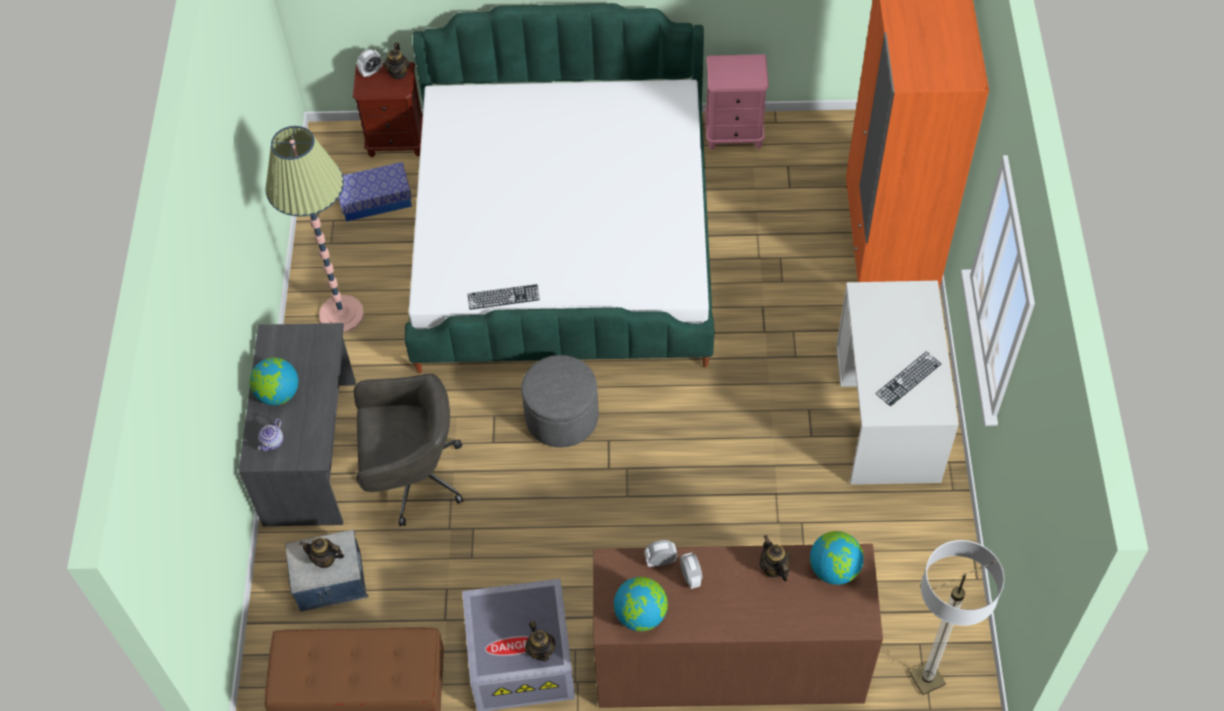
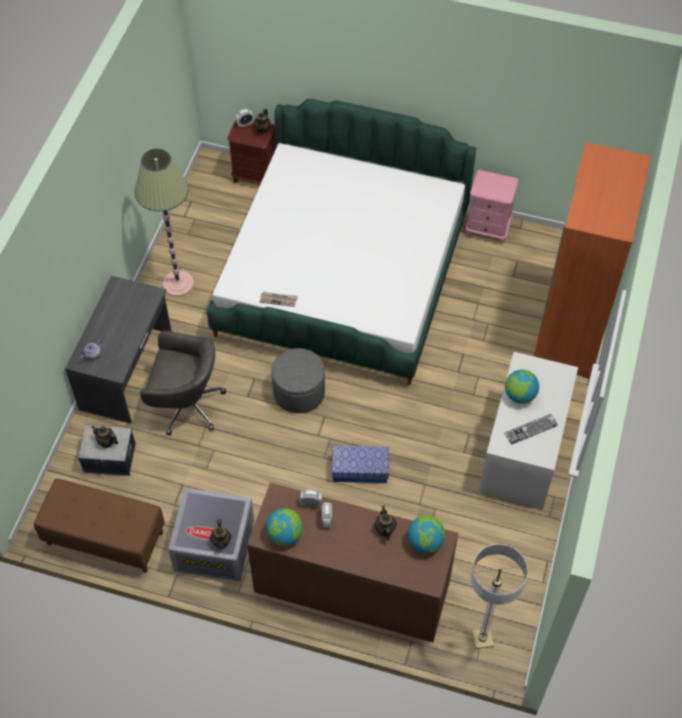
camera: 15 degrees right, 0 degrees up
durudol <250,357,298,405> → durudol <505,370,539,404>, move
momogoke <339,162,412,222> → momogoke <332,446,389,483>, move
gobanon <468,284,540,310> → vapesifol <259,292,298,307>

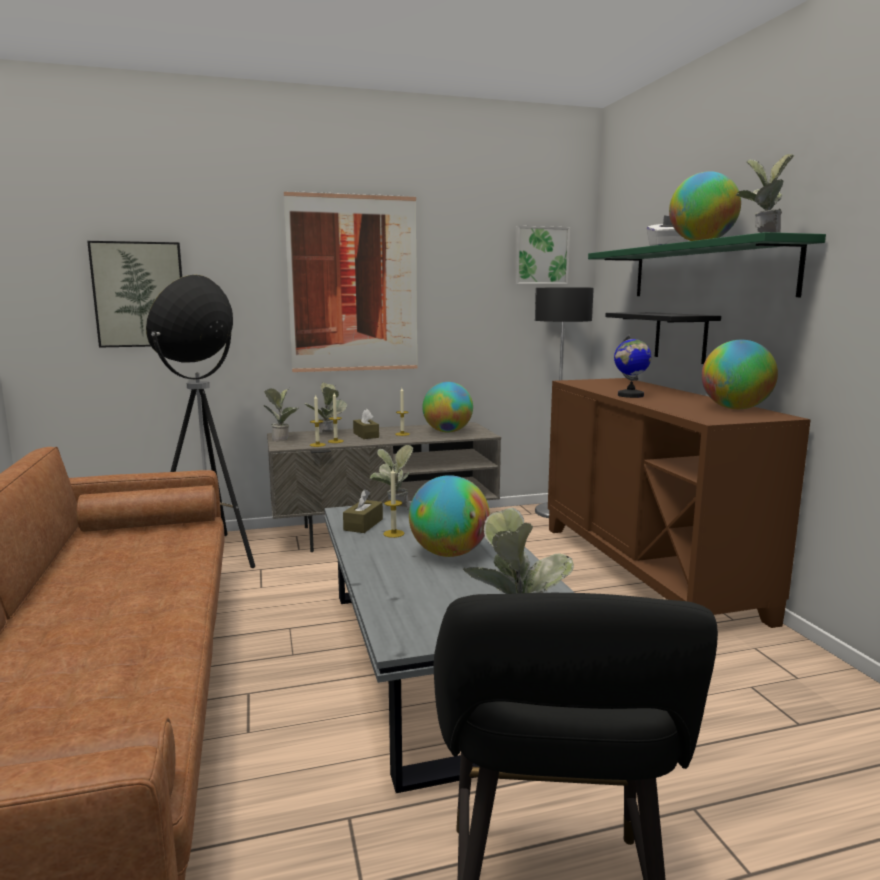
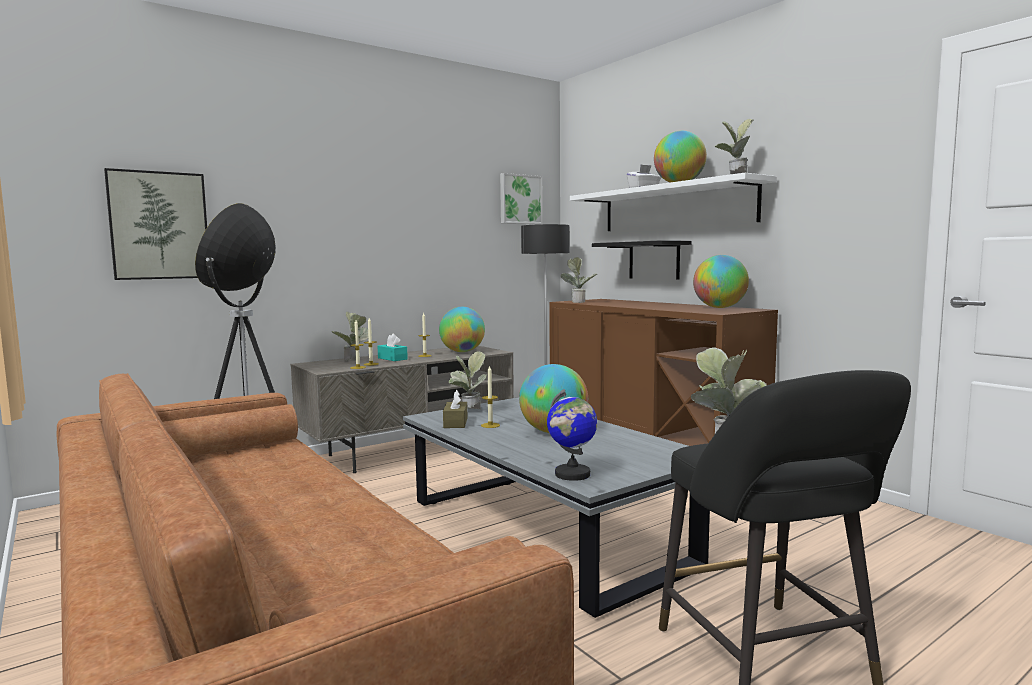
camera: 20 degrees left, 5 degrees down
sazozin <284,191,418,372> → -
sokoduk <264,388,298,442> → sokoduk <560,257,597,303>, move
durudol <614,334,651,398> → durudol <547,389,597,481>, move
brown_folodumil <353,409,379,439> → turquoise_folodumil <377,334,408,361>
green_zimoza <588,232,826,297> → white_zimoza <570,173,777,231>

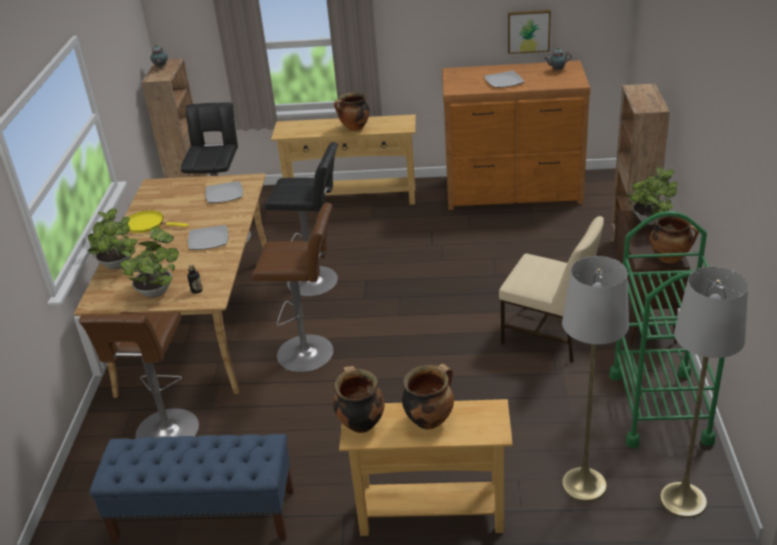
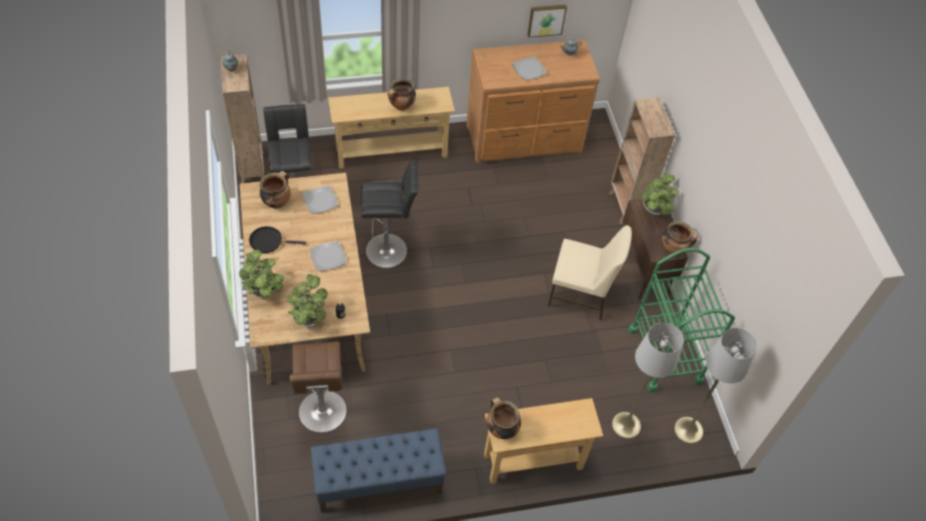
camera: 20 degrees left, 20 degrees up
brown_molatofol <251,203,333,372> → -
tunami <402,364,454,430> → tunami <260,171,290,209>, move
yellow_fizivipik <128,210,188,233> → black_fizivipik <249,226,306,253>

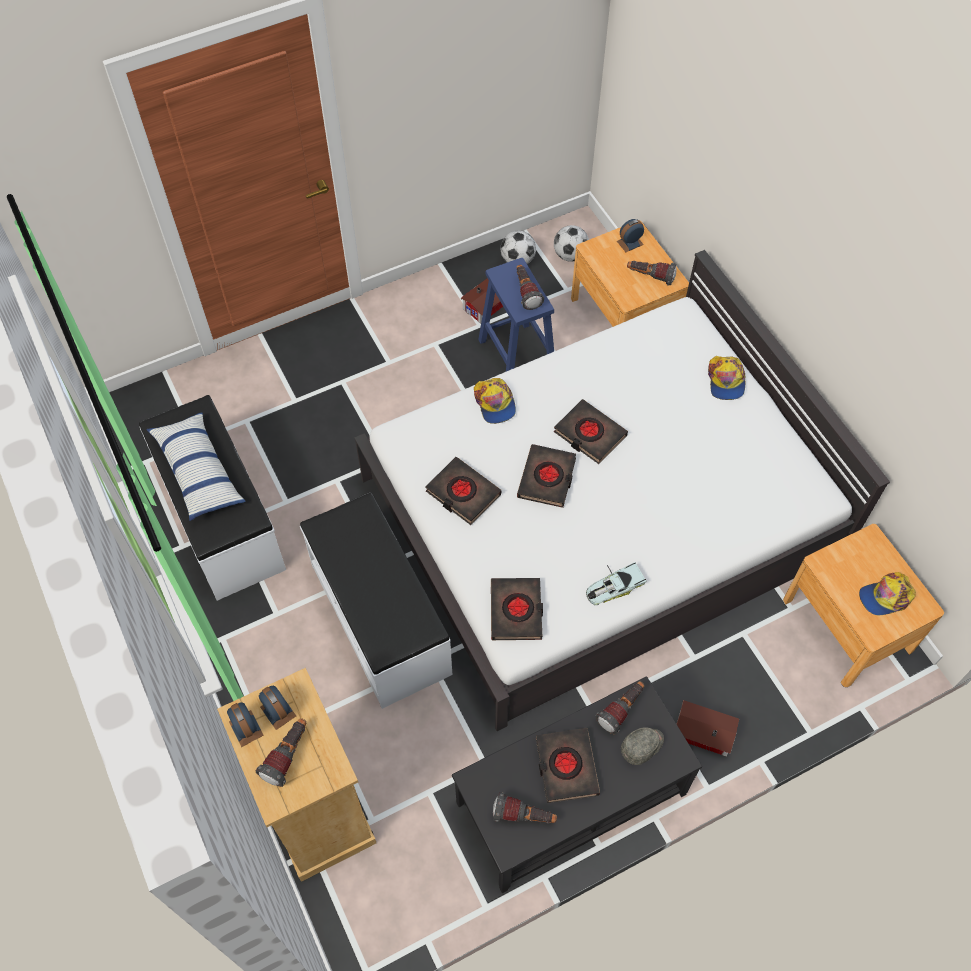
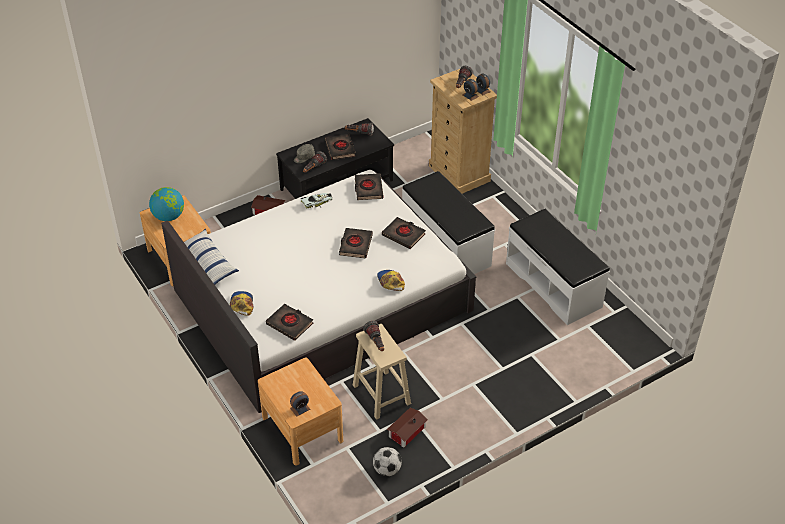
camera: 175 degrees right, 15 degrees down
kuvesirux <554,225,589,262> → -
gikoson <627,261,677,286> → -
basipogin <146,412,246,521> → basipogin <184,229,239,285>, move
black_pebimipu <554,399,628,464> → black_pebimipu <266,304,313,341>, move
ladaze <859,572,916,615> → durudol <149,187,184,221>
blue_molatofol <478,258,554,371> → beige_molatofol <353,324,411,420>

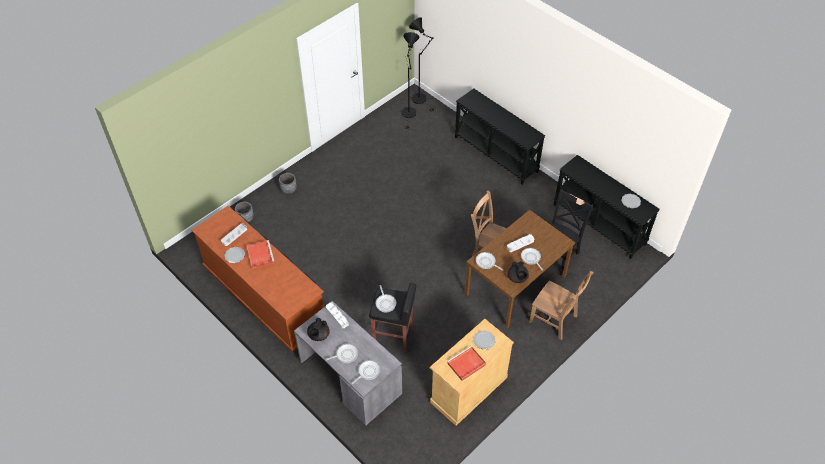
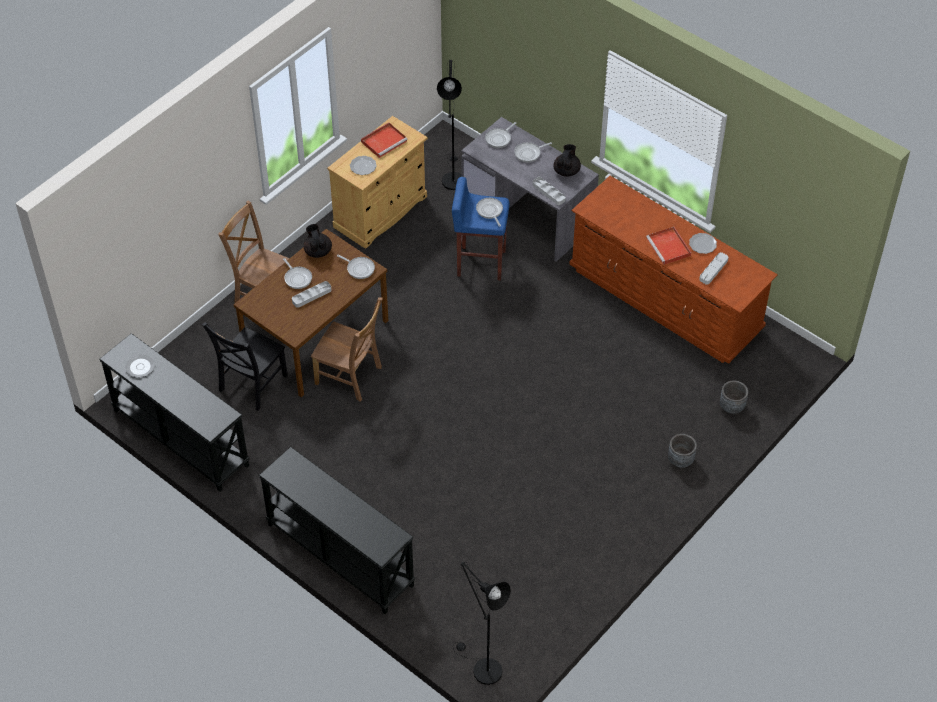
camera: 175 degrees right, 0 degrees up
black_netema <401,32,419,129> → black_netema <437,60,462,190>, move
black_molatofol <369,283,416,352> → blue_molatofol <452,177,510,281>

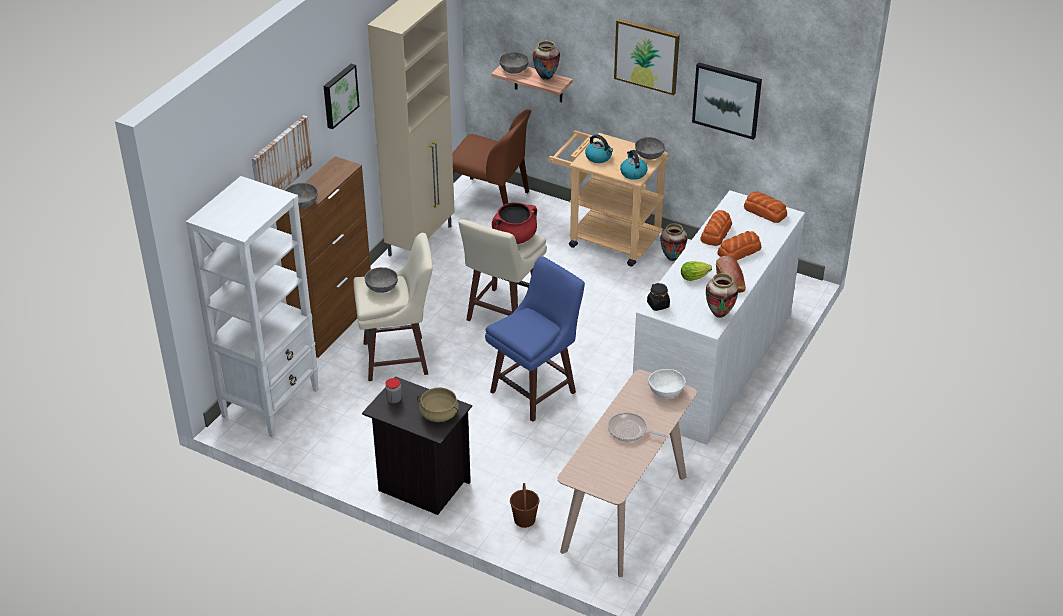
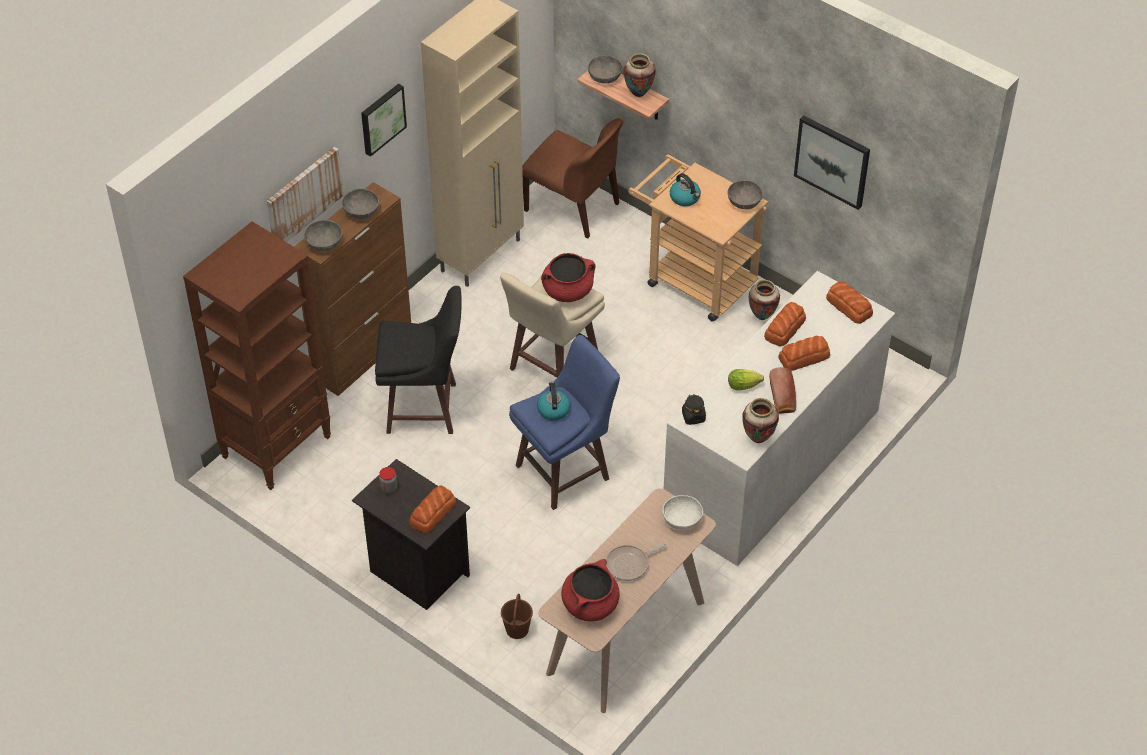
camera: 10 degrees right, 10 degrees up
sazozin <614,19,680,95> → -
- → red_tunami <561,559,620,622>
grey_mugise <365,267,398,293> → grey_mugise <342,188,379,219>, move
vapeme <620,150,648,180> → vapeme <537,381,570,420>, move
beige_tunami <417,388,458,422> → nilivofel <409,485,456,533>
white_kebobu <186,176,319,438> → brown_kebobu <183,221,331,490>
beige_molatofol <353,233,433,381> → black_molatofol <375,286,461,434>
fizivipik <608,412,667,442> → fizivipik <606,543,667,581>, 60 degrees counterclockwise

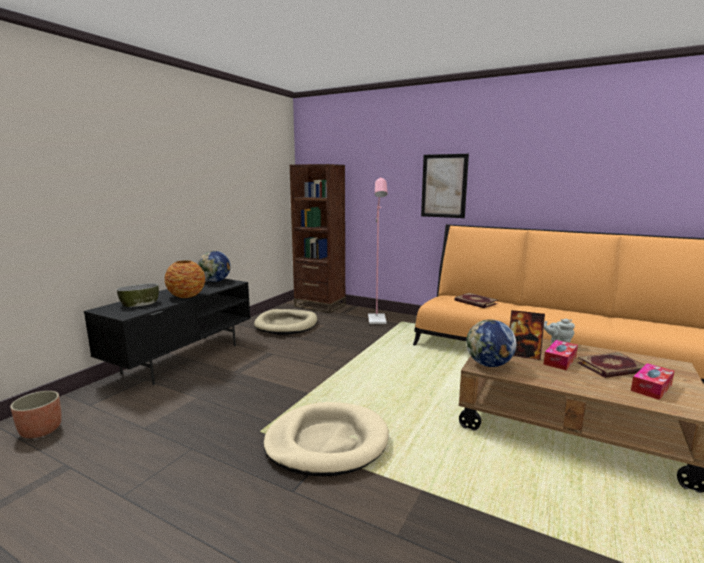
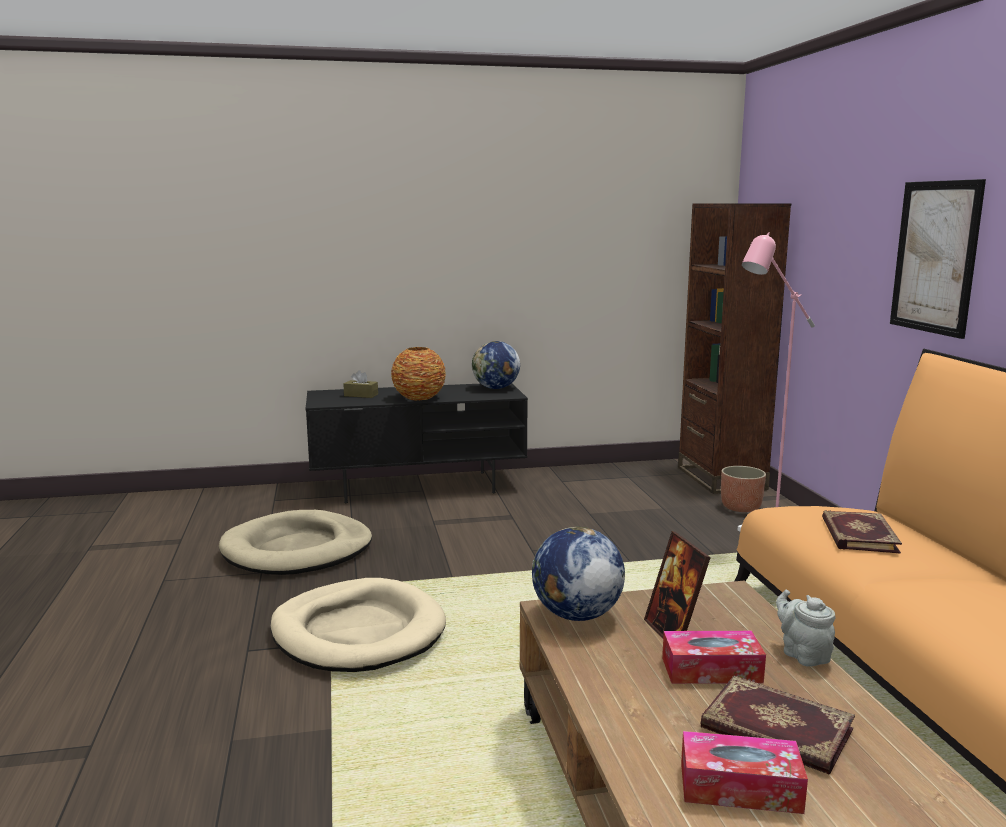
camera: 50 degrees right, 0 degrees up
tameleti <10,391,62,438> → tameleti <721,466,766,512>, move
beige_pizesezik <254,309,318,335> → beige_pizesezik <219,510,372,575>, move
mugise <117,283,159,307> → brown_folodumil <344,370,378,398>

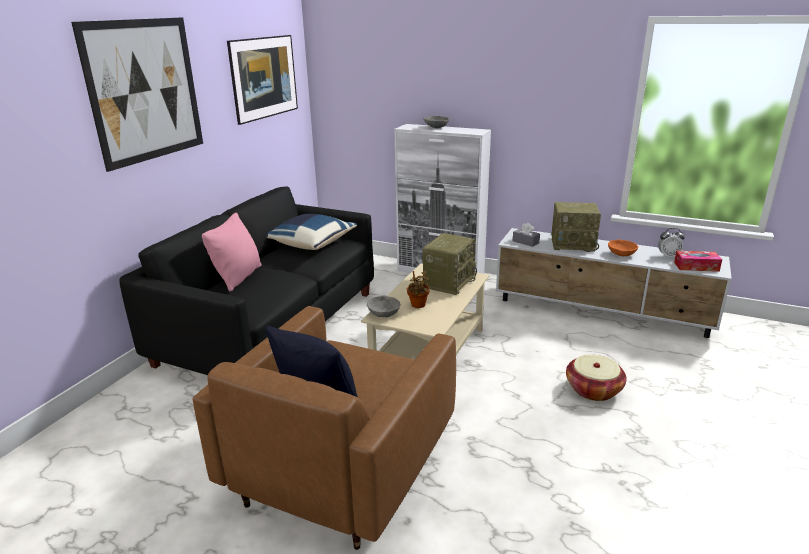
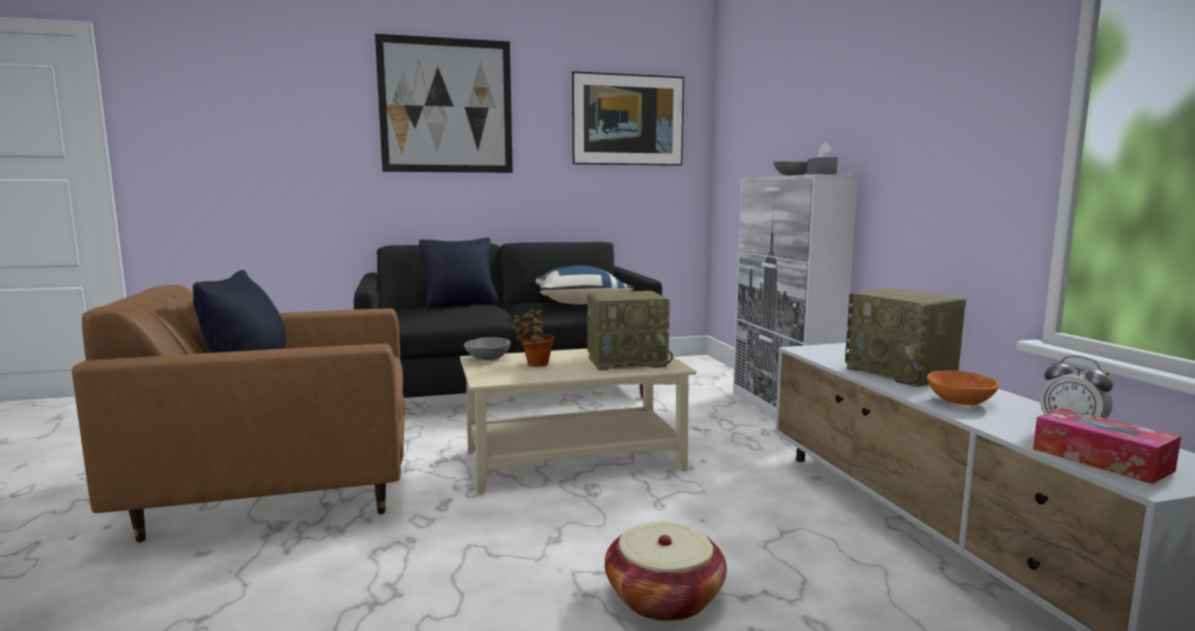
camera: 50 degrees right, 15 degrees down
grey_folodumil <513,223,540,247> → grey_folodumil <807,142,838,175>, move
pink_basipogin <202,213,262,291> → black_basipogin <419,237,498,309>

